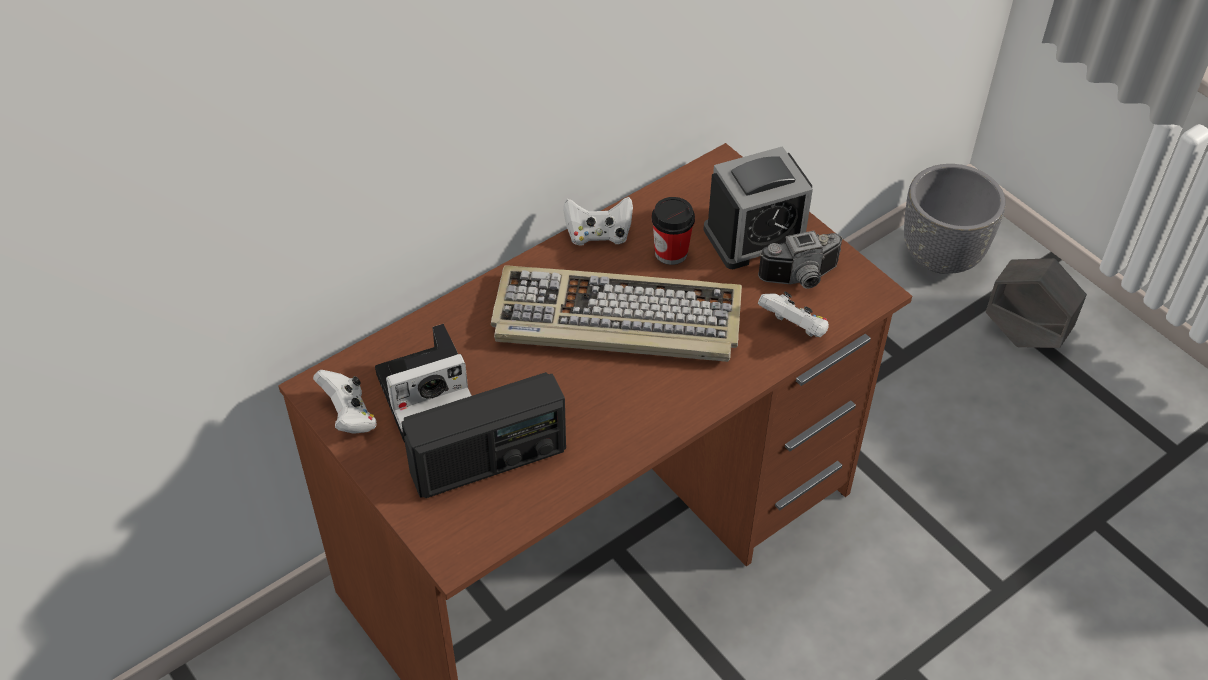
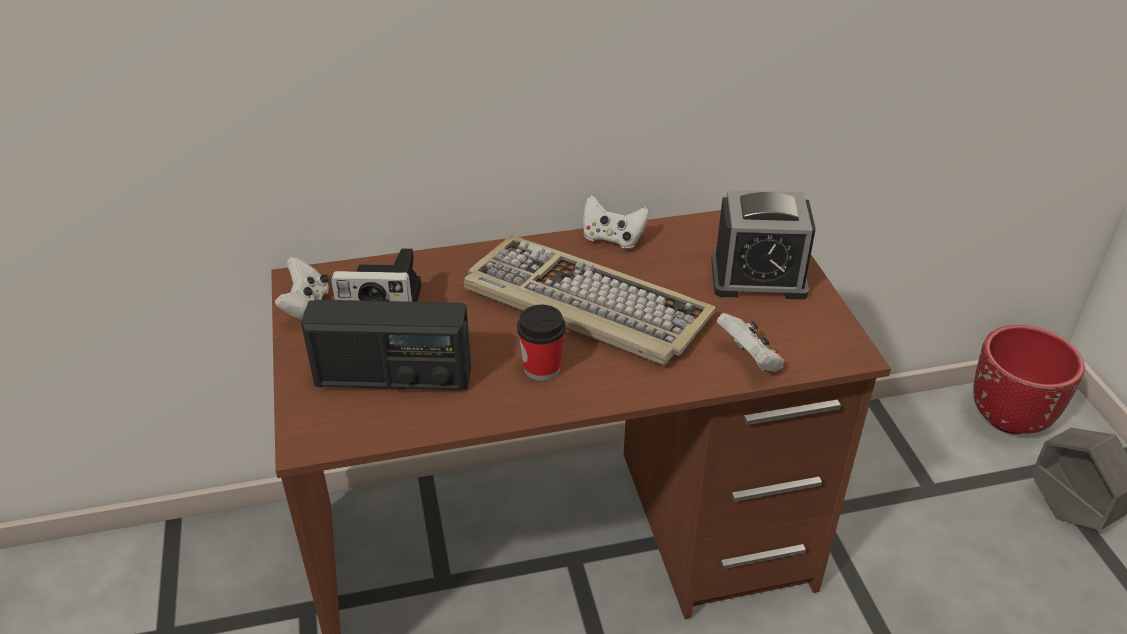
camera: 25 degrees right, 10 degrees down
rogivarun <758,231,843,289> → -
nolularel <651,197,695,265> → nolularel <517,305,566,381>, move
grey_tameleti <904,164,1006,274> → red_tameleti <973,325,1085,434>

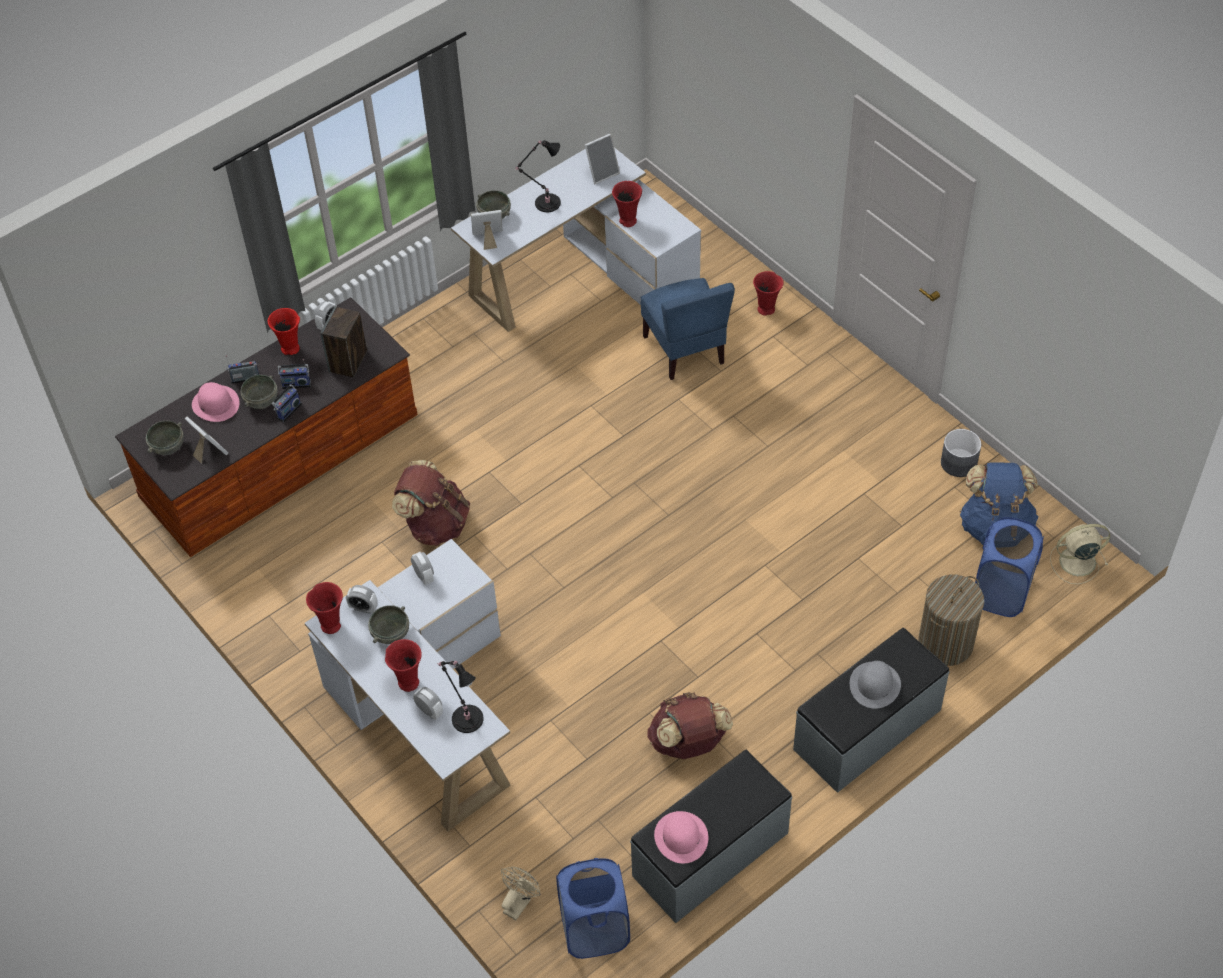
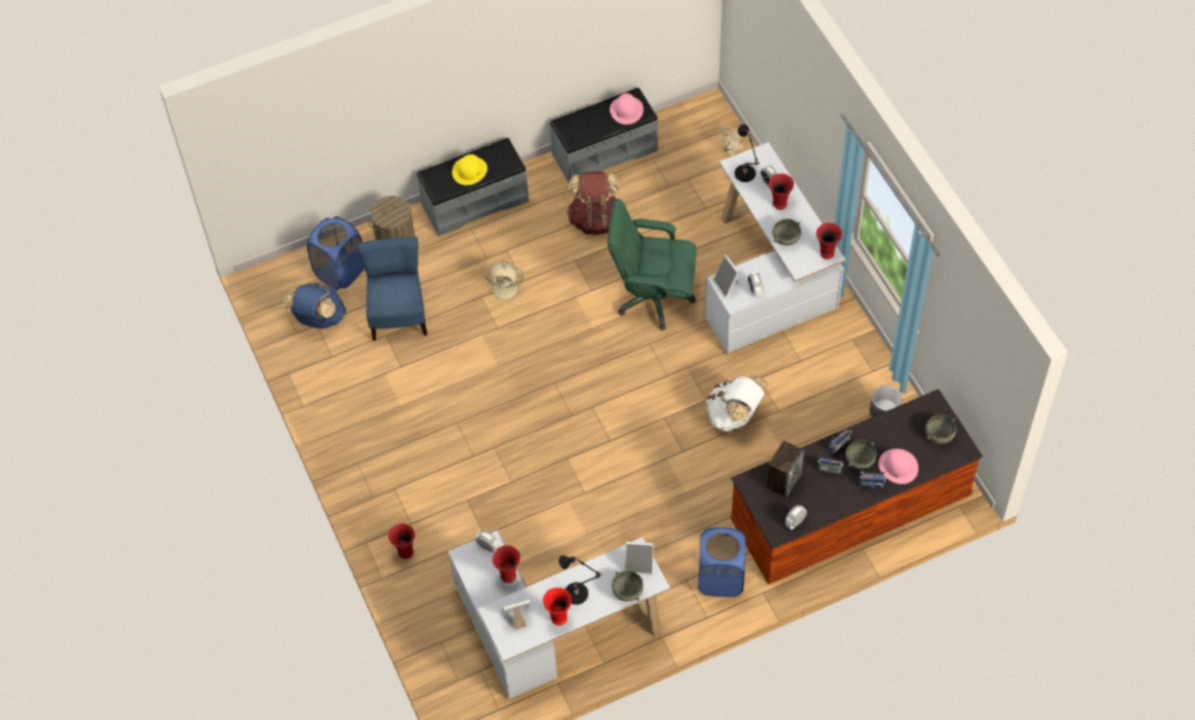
camera: 165 degrees left, 5 degrees up
- → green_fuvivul <607,199,697,330>
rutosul <185,417,228,464> → rutosul <713,255,739,298>, move
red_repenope <268,308,300,355> → red_repenope <543,588,572,625>, move
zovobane <346,585,378,614> → zovobane <475,530,499,553>, move
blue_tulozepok <556,858,630,959> → blue_tulozepok <698,527,746,597>, move
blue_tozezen <641,278,735,380> → blue_tozezen <357,237,427,341>, move
grey_tameleti <941,429,981,477> → grey_tameleti <870,385,902,417>, move
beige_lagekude <1050,524,1110,584> → beige_lagekude <484,261,526,305>, move
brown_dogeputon <392,460,470,546> → white_dogeputon <706,375,768,432>
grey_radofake <850,661,901,709> → yellow_radofake <452,154,487,185>

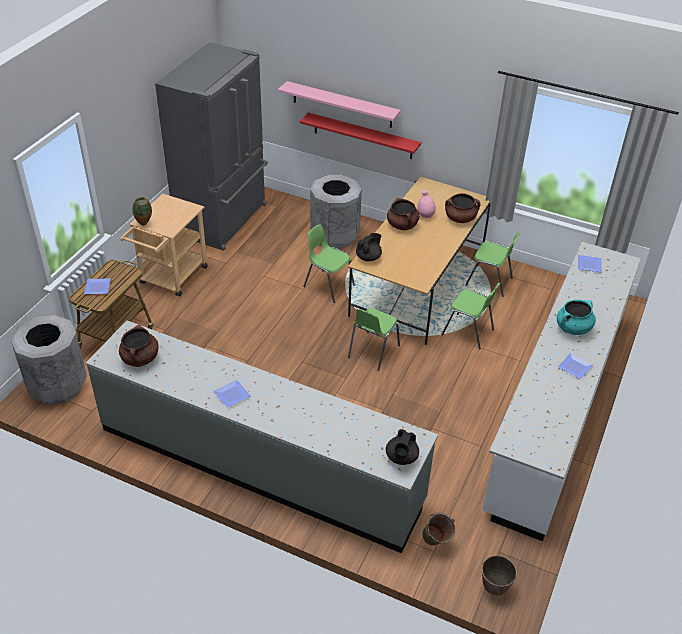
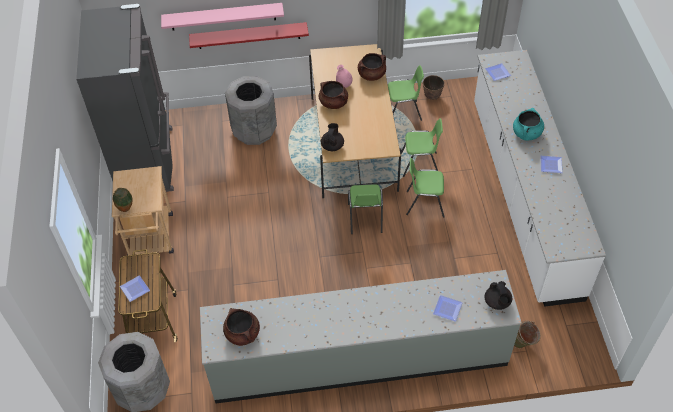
camera: 30 degrees left, 10 degrees up
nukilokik <214,380,250,408> → nukilokik <433,295,463,322>, move
green_tozezen <303,224,355,303> → green_tozezen <406,158,445,218>, move
tameleti <482,555,517,596> → tameleti <423,75,445,100>, move

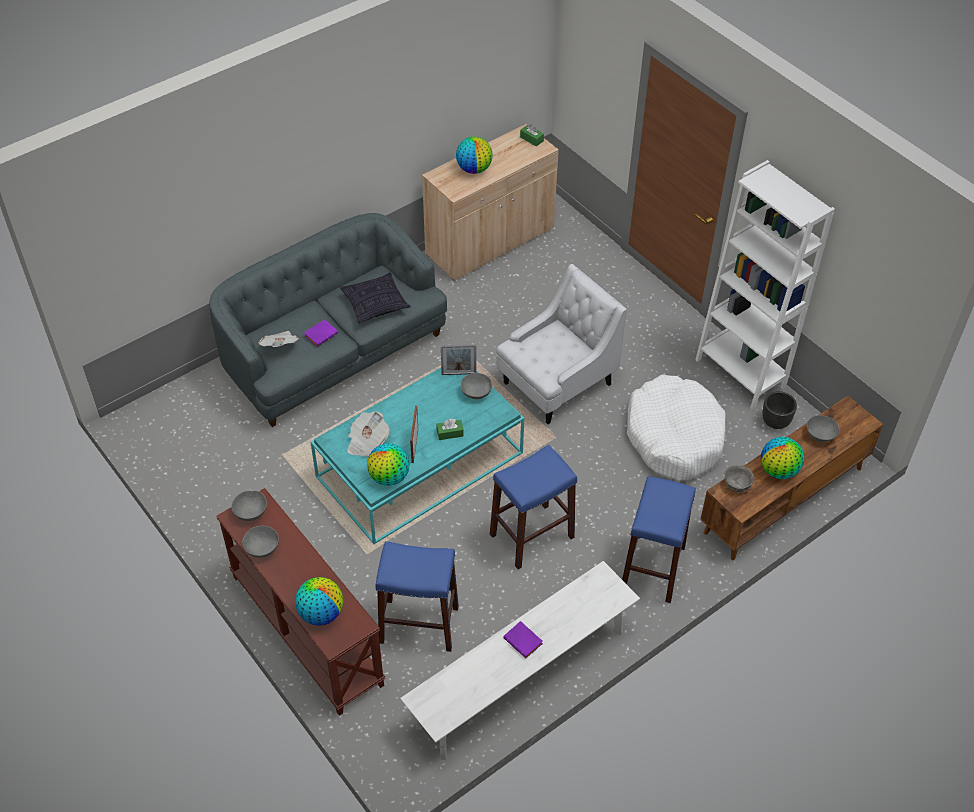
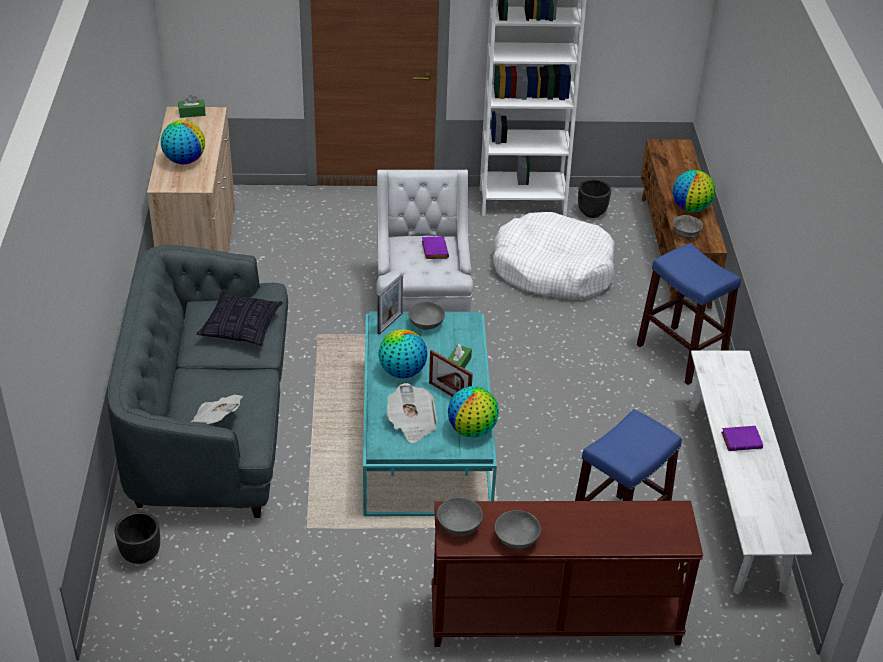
camera: 55 degrees left, 10 degrees down
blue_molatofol <490,445,577,569> → -
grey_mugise <807,415,840,442> → -
- → black_tameleti <114,512,160,564>
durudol <295,577,343,626> → durudol <379,329,427,378>, move
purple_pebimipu <304,319,338,347> → purple_pebimipu <422,237,449,259>, move

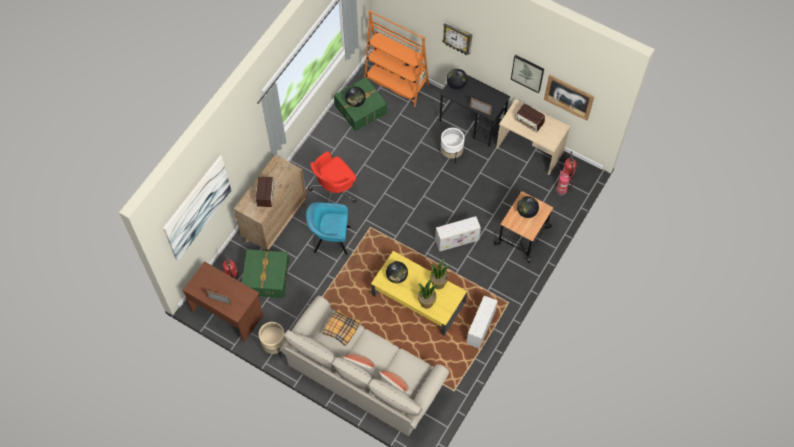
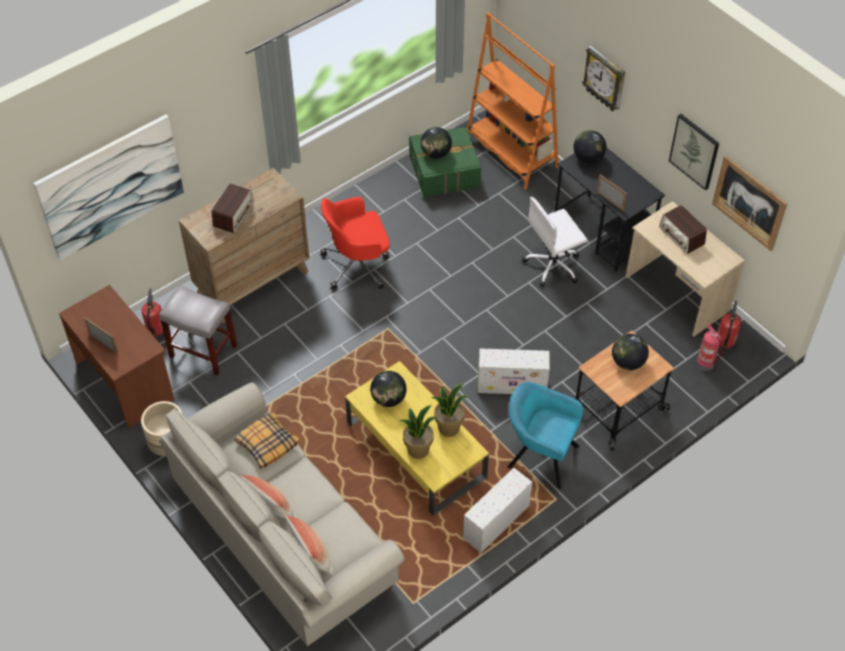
camera: 20 degrees right, 10 degrees down
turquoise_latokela <306,202,351,255> → turquoise_latokela <508,382,584,488>, move
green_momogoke <242,249,289,298> → grey_molatofol <159,285,238,376>
white_tameleti <440,128,465,163> → white_fuvivul <522,197,588,287>

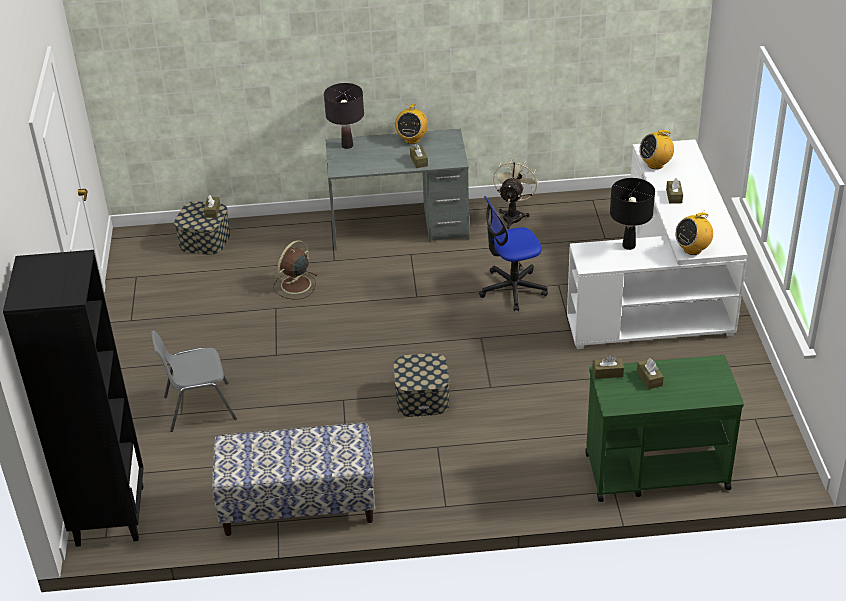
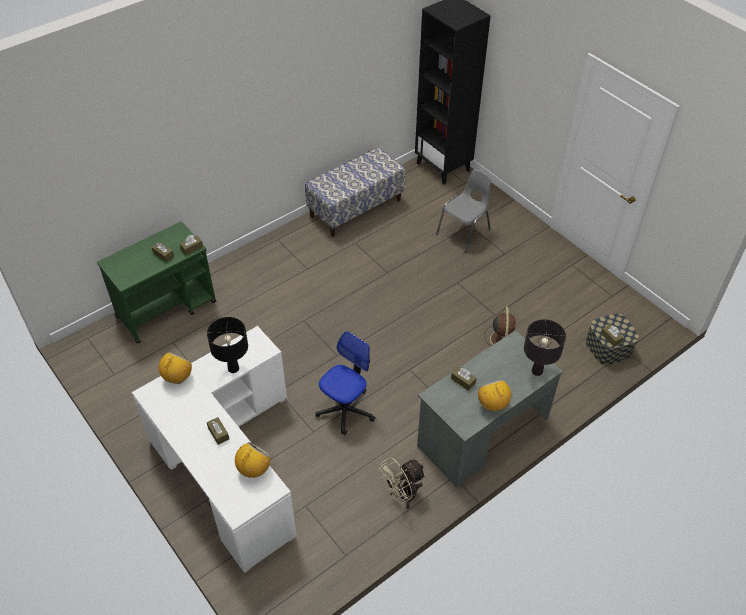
camera: 145 degrees right, 10 degrees up
momogoke <393,353,450,417> → -
beige_lagekude <493,158,539,229> → beige_lagekude <379,457,426,509>, 75 degrees clockwise

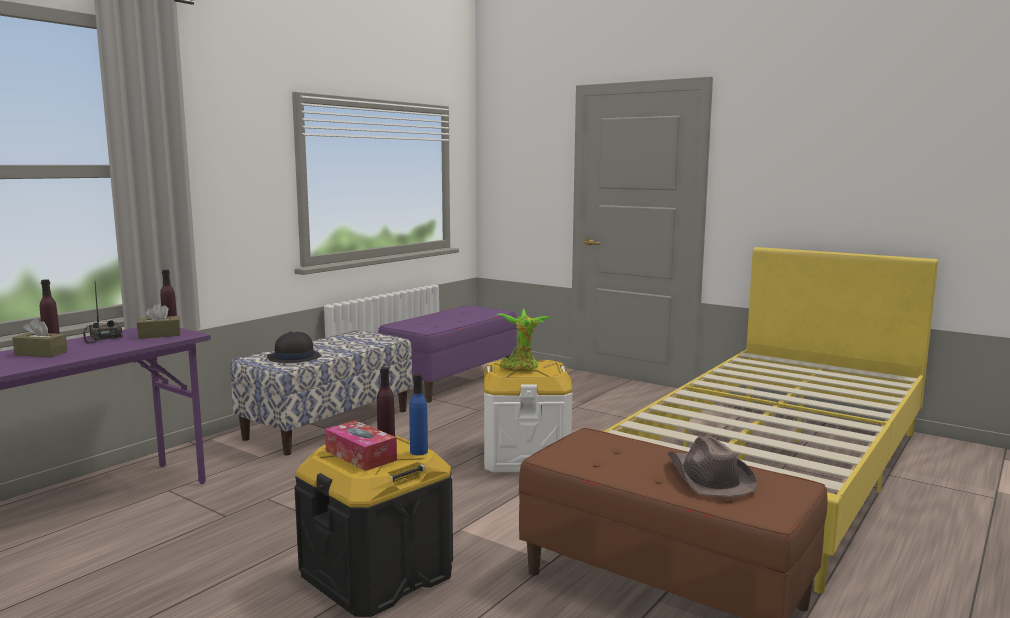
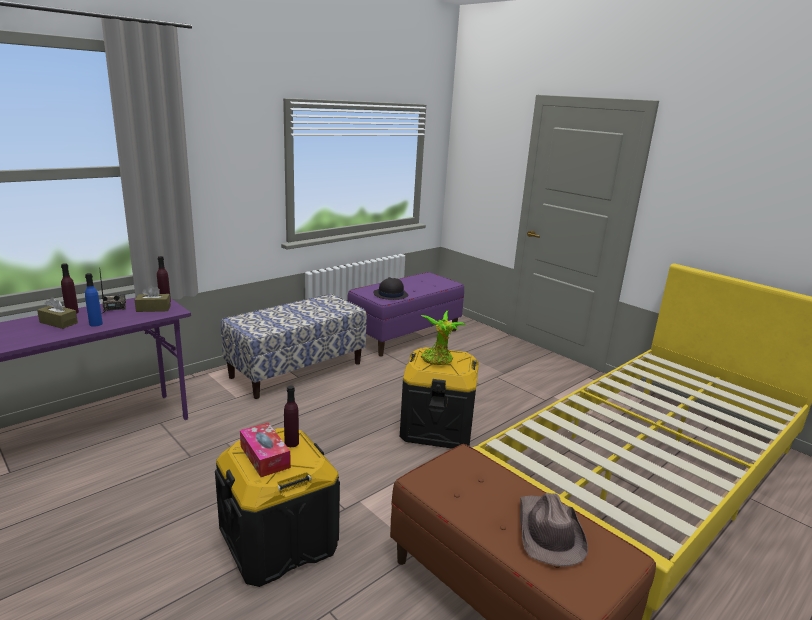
camera: 10 degrees right, 10 degrees up
black_radofake <267,331,321,363> → black_radofake <373,277,409,300>, move
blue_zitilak <409,374,428,455> → blue_zitilak <85,273,103,327>, move
white_momogoke <484,360,573,472> → black_momogoke <400,347,479,449>

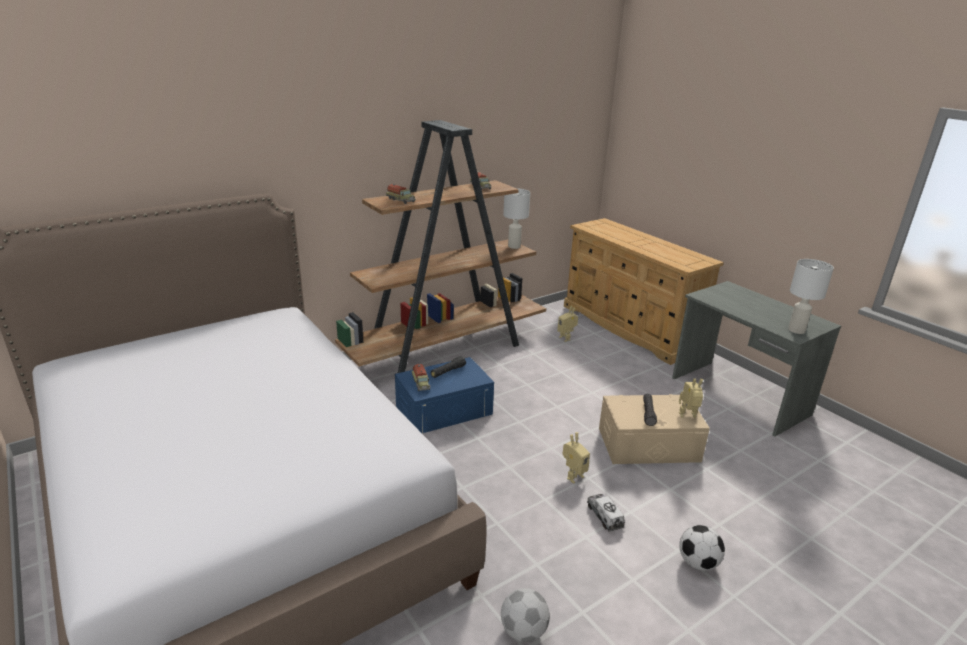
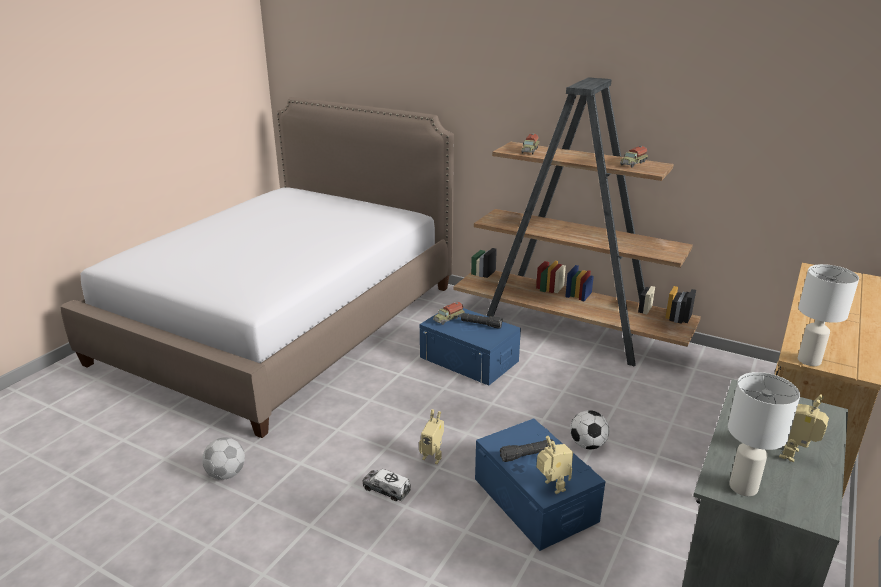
camera: 65 degrees right, 0 degrees up
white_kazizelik <503,188,530,249> → white_kazizelik <798,264,859,366>, move
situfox <557,306,578,342> → situfox <779,395,829,462>, move
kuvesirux <679,525,725,571> → kuvesirux <570,410,609,449>, move
beige_momogoke <599,394,710,464> → blue_momogoke <475,418,606,551>
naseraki <587,494,625,532> → naseraki <363,469,411,501>, 105 degrees counterclockwise

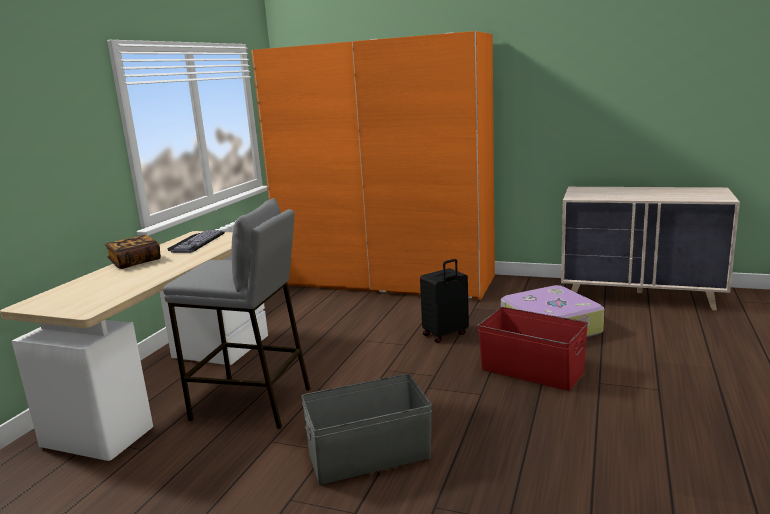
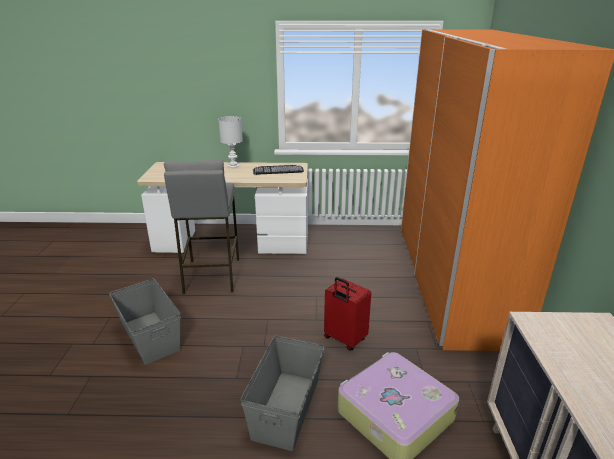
camera: 70 degrees right, 10 degrees up
pebimipu <105,235,161,269> → white_kazizelik <218,116,243,168>
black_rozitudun <420,259,469,343> → red_rozitudun <324,277,371,350>
red_momogoke <478,307,588,391> → grey_momogoke <240,336,325,451>

